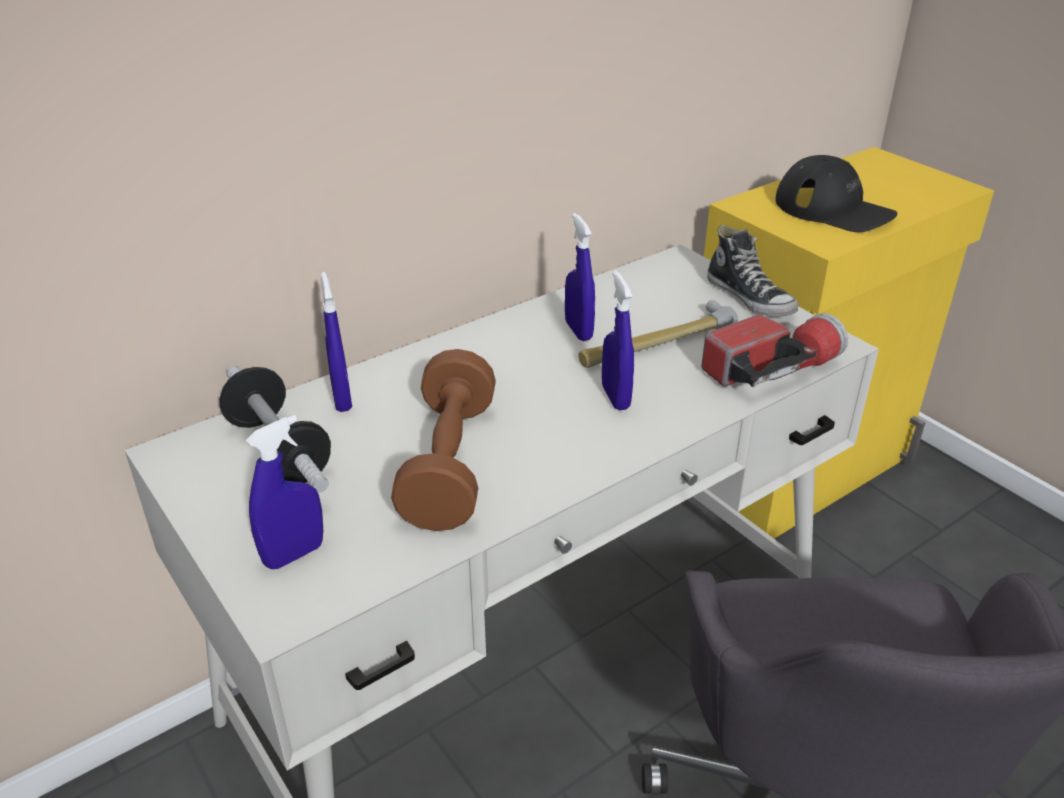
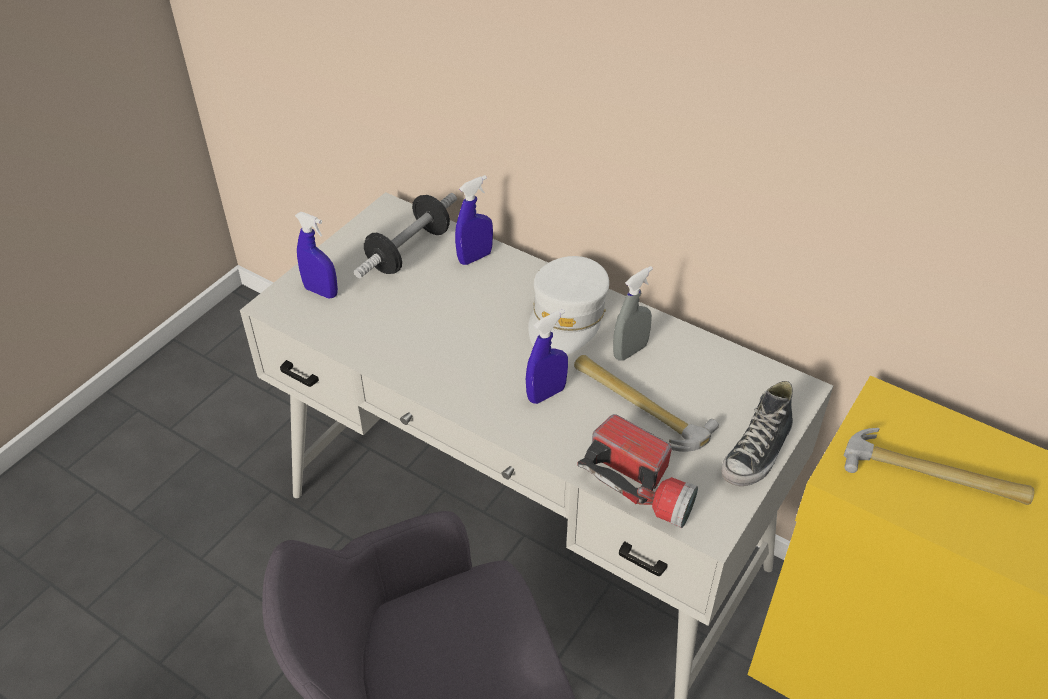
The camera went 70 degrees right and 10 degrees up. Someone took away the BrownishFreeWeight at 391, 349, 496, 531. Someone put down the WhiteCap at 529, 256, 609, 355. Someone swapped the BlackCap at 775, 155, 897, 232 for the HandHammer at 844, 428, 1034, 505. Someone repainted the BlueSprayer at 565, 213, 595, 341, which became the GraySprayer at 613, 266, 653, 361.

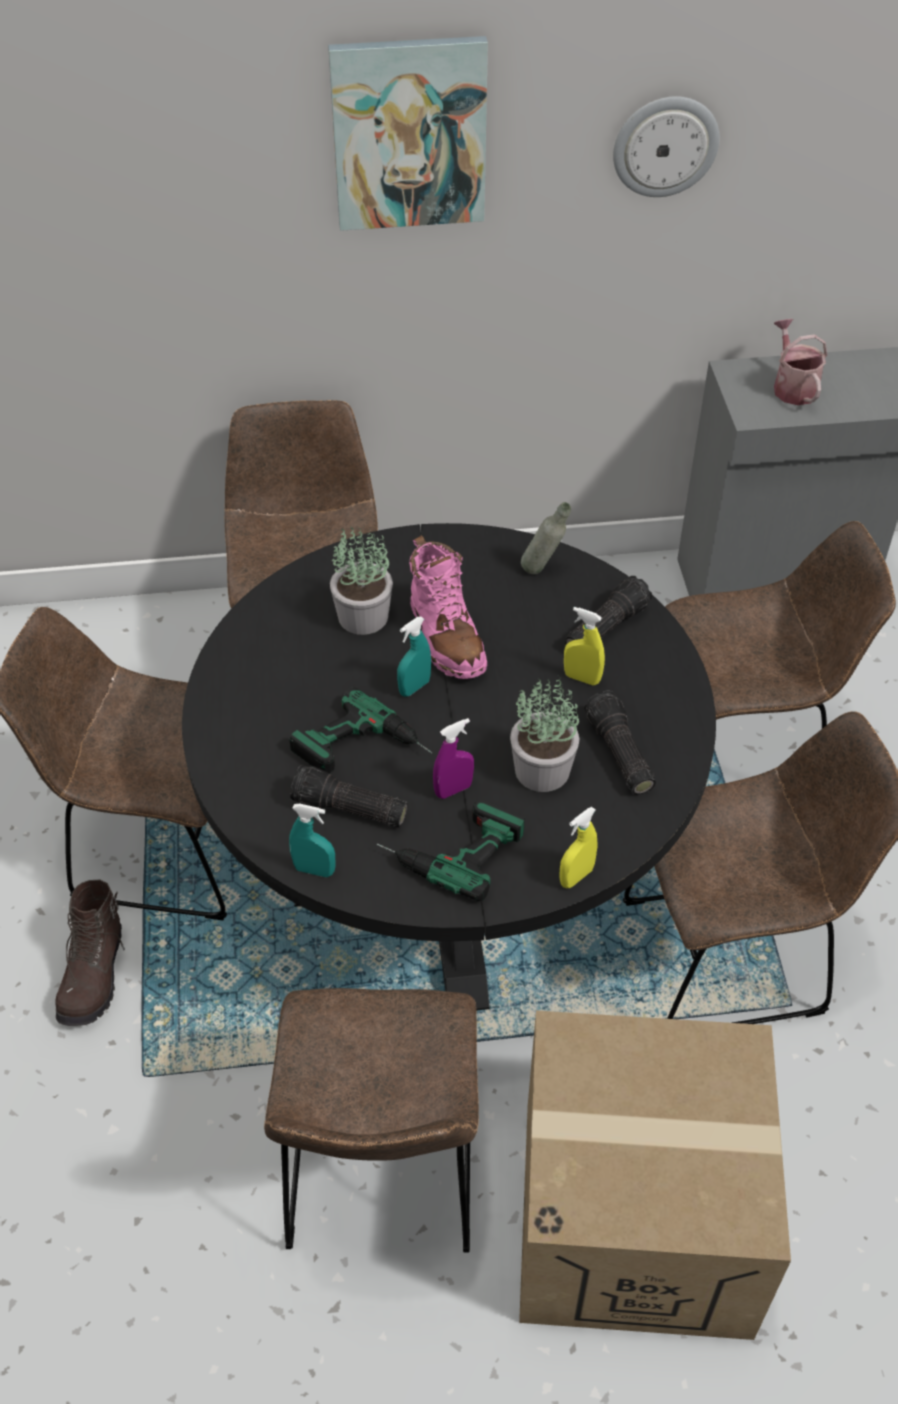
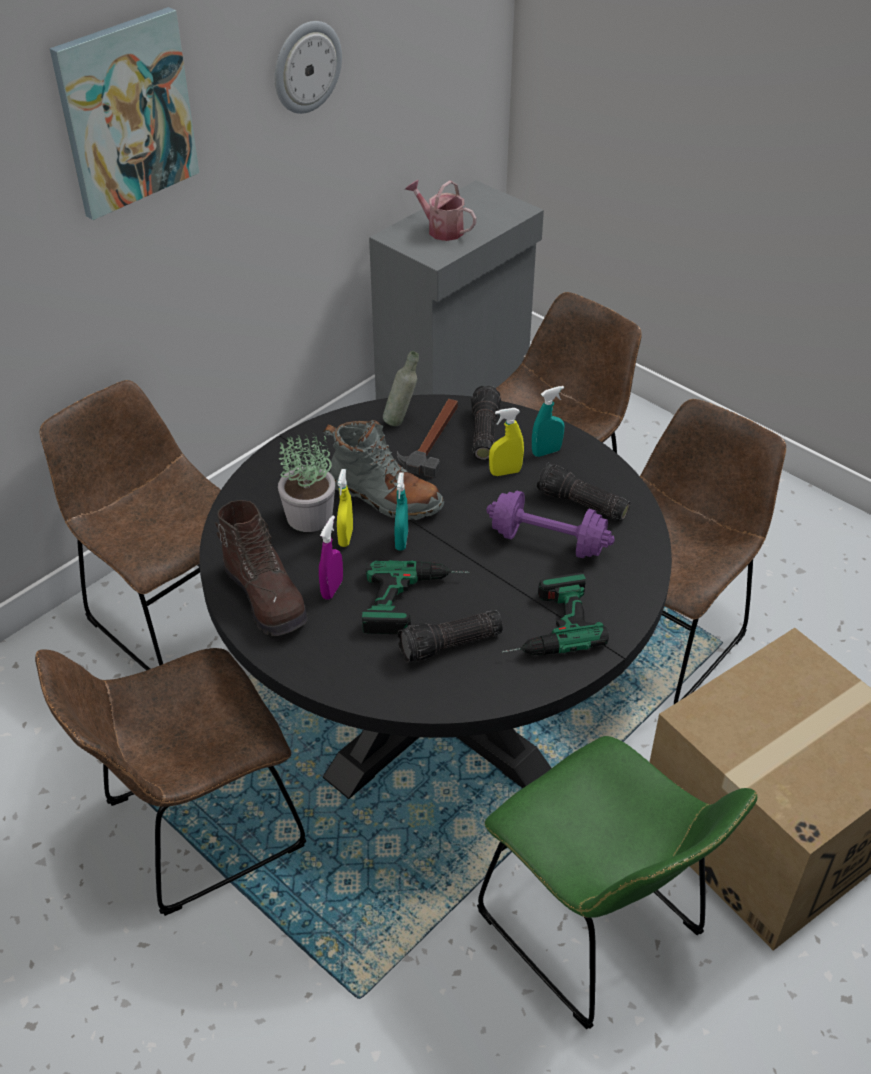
The camera went 40 degrees left and 5 degrees down. Someone put down the HandHammer at 397, 399, 458, 478. Someone carried the BrownishTallBoot from 56, 880, 125, 1026 to 215, 500, 308, 636. Someone carried the TurquoiseColouredSprayer from 289, 804, 336, 877 to 532, 386, 564, 457. Someone carried the PurplishSprayer from 433, 718, 474, 799 to 319, 515, 343, 600. Someone carried the YellowColouredSprayer from 559, 807, 598, 888 to 337, 469, 353, 547. Someone swapped the Houseplant at 510, 675, 580, 792 for the PurplishFreeWeight at 486, 491, 615, 558. Someone repainted the BrownishChair at 264, 988, 479, 1253, which became the GreenColouredChair at 477, 736, 757, 1029. Someone repainted the PinkTallBoot at 409, 535, 487, 679, which became the GrayTallBoot at 323, 420, 444, 520.

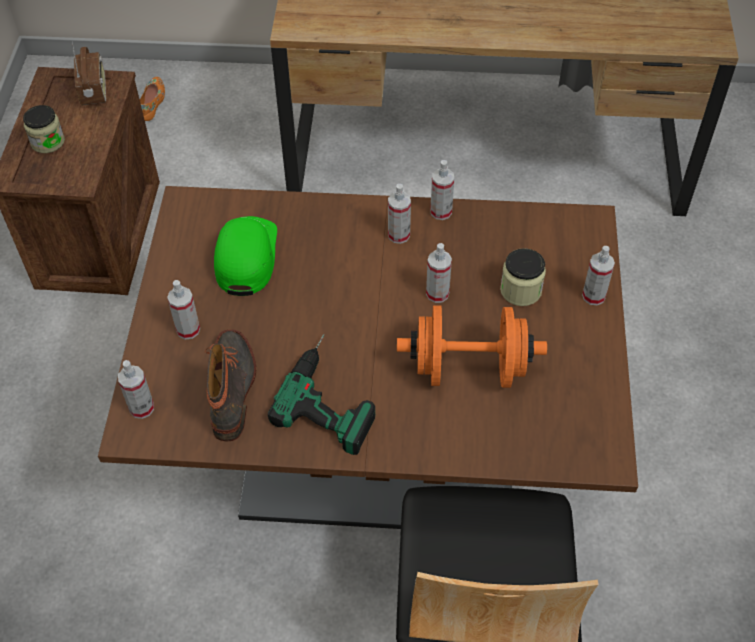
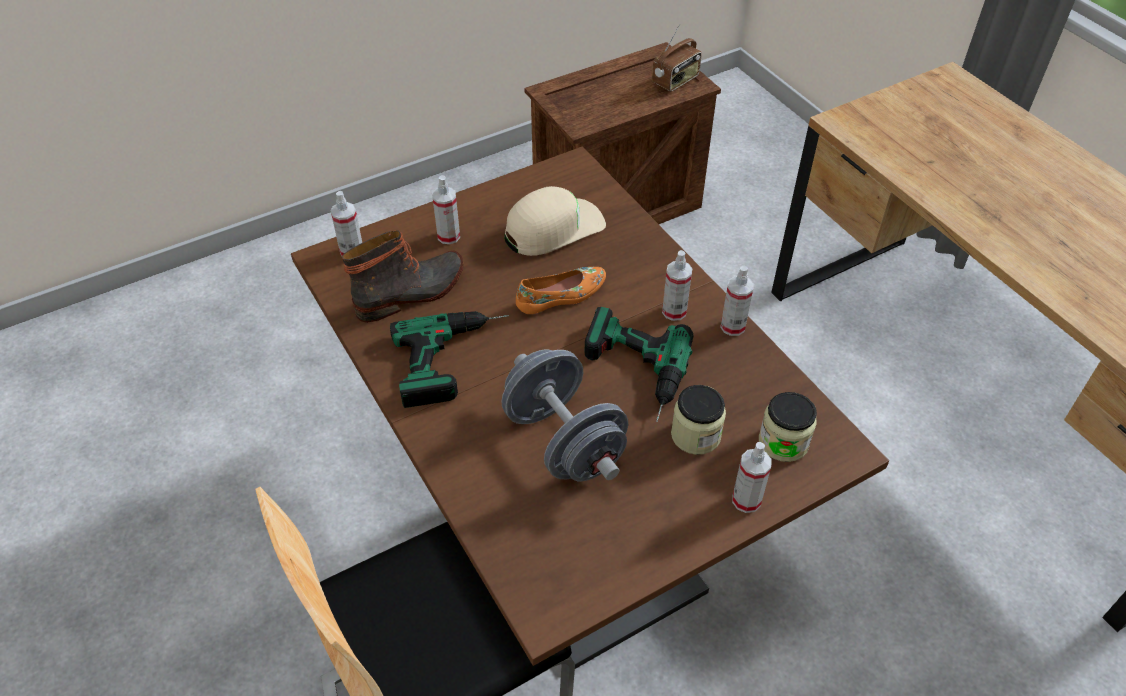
The camera went 55 degrees right and 5 degrees down. Someone carried the PreserveJar from 23, 105, 65, 153 to 759, 392, 817, 462. Someone carried the OrangeColouredItemOfFootwear from 140, 77, 165, 121 to 516, 267, 606, 314. Someone swapped the Sprayer at 426, 243, 452, 303 for the PowerDrill at 584, 307, 693, 422. Someone repainted the GreenColouredCap at 214, 216, 277, 296, which became the BeigeColouredCap at 504, 186, 606, 256. Someone repainted the OrangeColouredFreeWeight at 397, 305, 547, 388, which became the GrayFreeWeight at 501, 350, 628, 481.

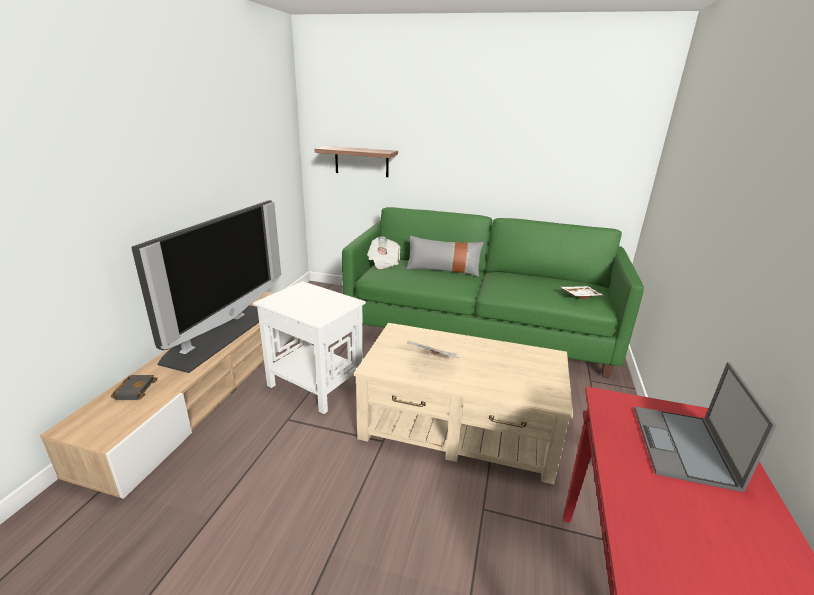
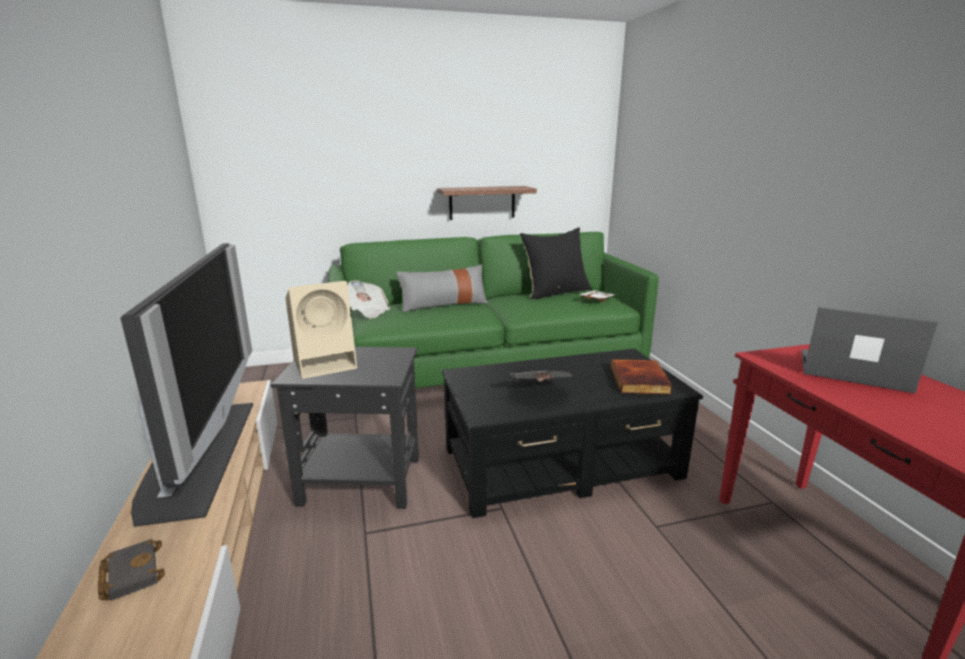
The camera went 30 degrees left and 5 degrees down. Someone put down the BeigeColouredSpeaker at 285, 281, 357, 379. Someone put down the BlackThrowPillow at 520, 227, 592, 300. Someone put down the BoundBook at 610, 359, 673, 395. Someone carried the BracketShelf from 315, 146, 398, 177 to 437, 186, 537, 220. Someone repainted the WhiteEndTable at 253, 281, 366, 414, which became the BlackEndTable at 270, 347, 419, 509. Someone repainted the BeigeColouredCoffeeTable at 354, 323, 573, 484, which became the BlackCoffeeTable at 442, 349, 703, 518. Someone rotated the PortableComputer at 634, 362, 777, 492 by 135 degrees clockwise.

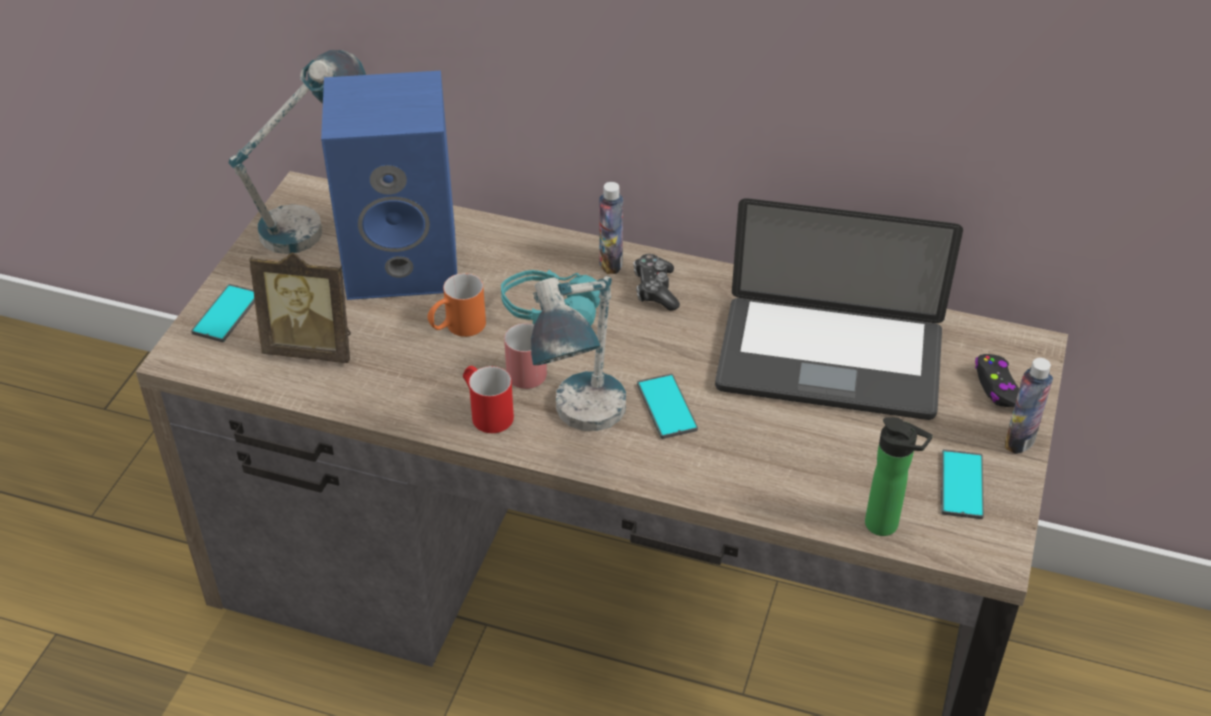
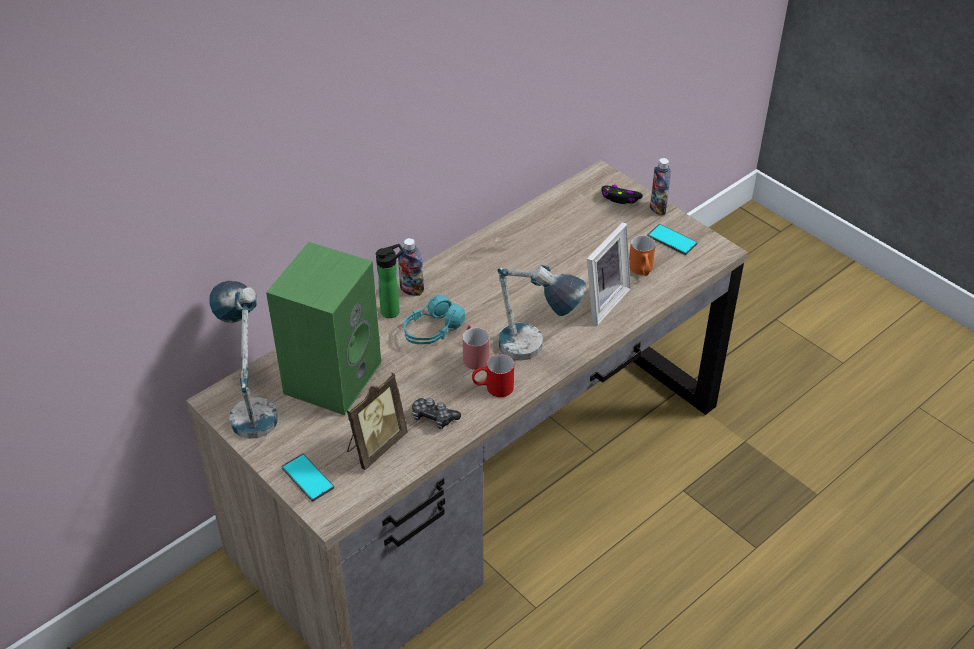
The camera went 60 degrees left and 0 degrees up. Someone took away the Telephone at 637, 374, 698, 439. Someone took away the PortableComputer at 715, 198, 963, 420. Someone put down the StandingFrame at 587, 222, 631, 326. Someone carried the OrangeColouredMug from 427, 273, 486, 337 to 629, 235, 656, 276. Someone carried the Joypad from 633, 254, 680, 311 to 412, 398, 461, 429. Someone carried the Bottle from 865, 417, 933, 536 to 376, 244, 404, 318. Someone repainted the BlueSpeaker at 321, 71, 457, 300, which became the GreenColouredSpeaker at 266, 242, 381, 415.

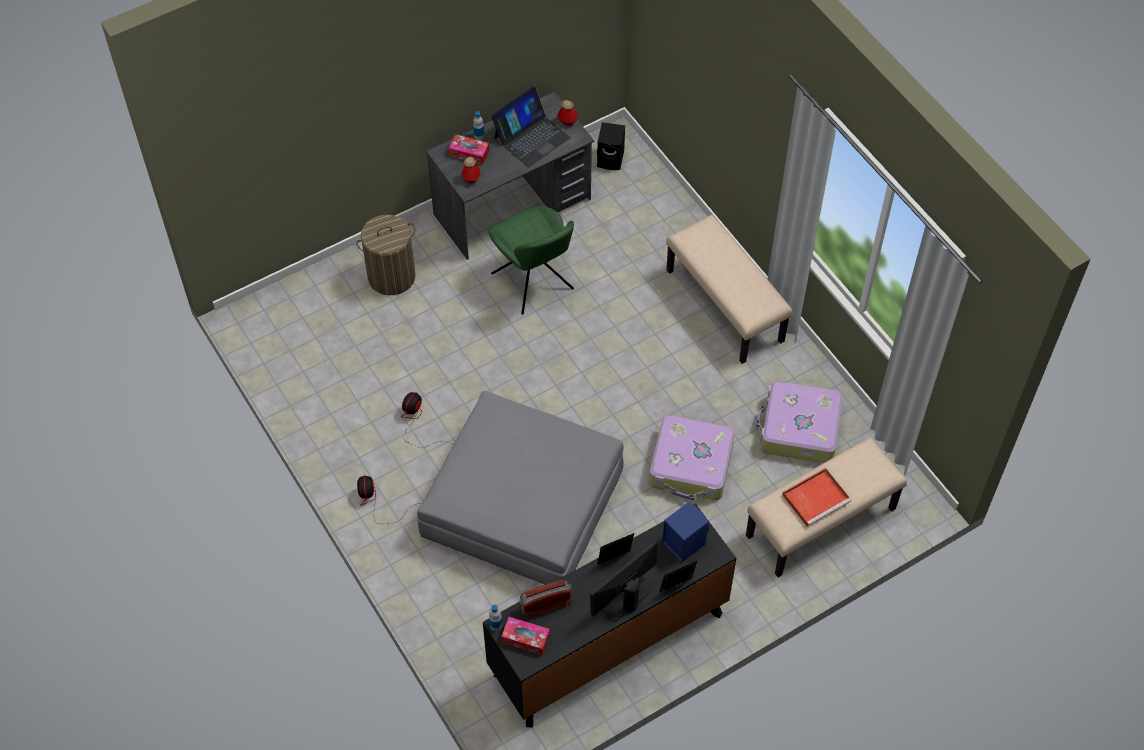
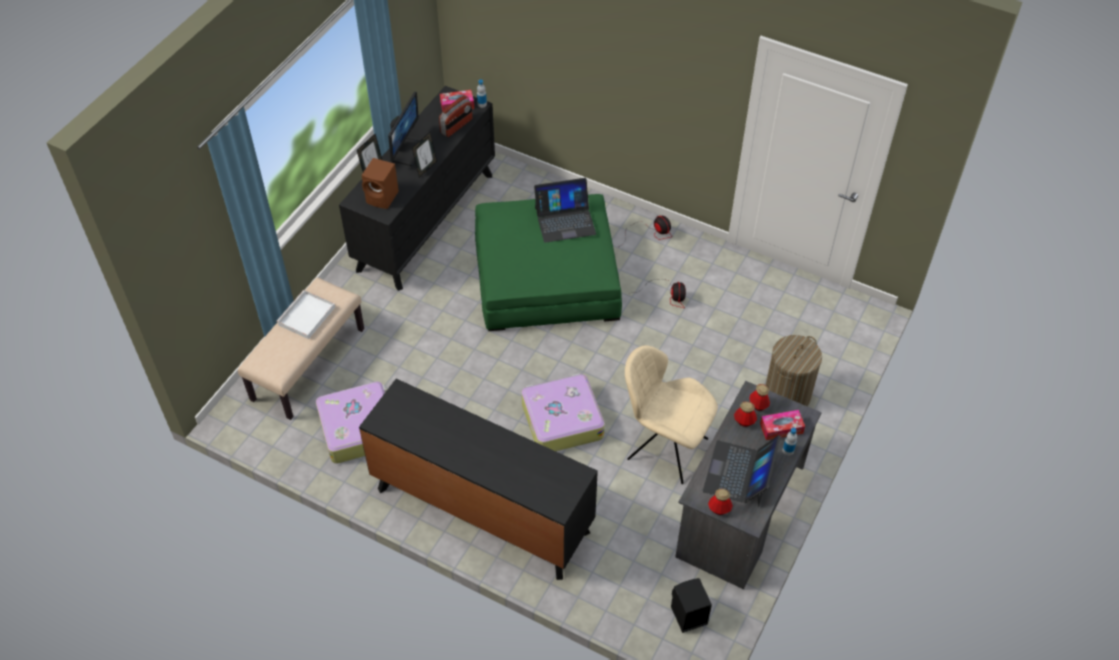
The camera went 150 degrees right and 5 degrees down. Someone put down the PortableComputer at 534, 178, 596, 243. Someone put down the Bottle at 734, 401, 757, 427. Someone carried the TravelCase from 649, 415, 735, 501 to 522, 373, 605, 451. Someone swapped the BeigeColouredLongSeat at 666, 215, 792, 364 for the BlackChestOfDrawers at 359, 379, 598, 580. Someone repainted the GrayOttoman at 417, 391, 624, 585, which became the GreenColouredOttoman at 475, 194, 622, 331. Someone repainted the GreenColouredChair at 488, 205, 574, 315, which became the BeigeColouredChair at 625, 345, 718, 484. Someone repainted the BlueSpeaker at 662, 502, 710, 563, which became the BrownishSpeaker at 362, 158, 399, 209. Someone repainted the RedColouredTray at 782, 468, 851, 527, which became the WhiteTray at 276, 290, 335, 339.

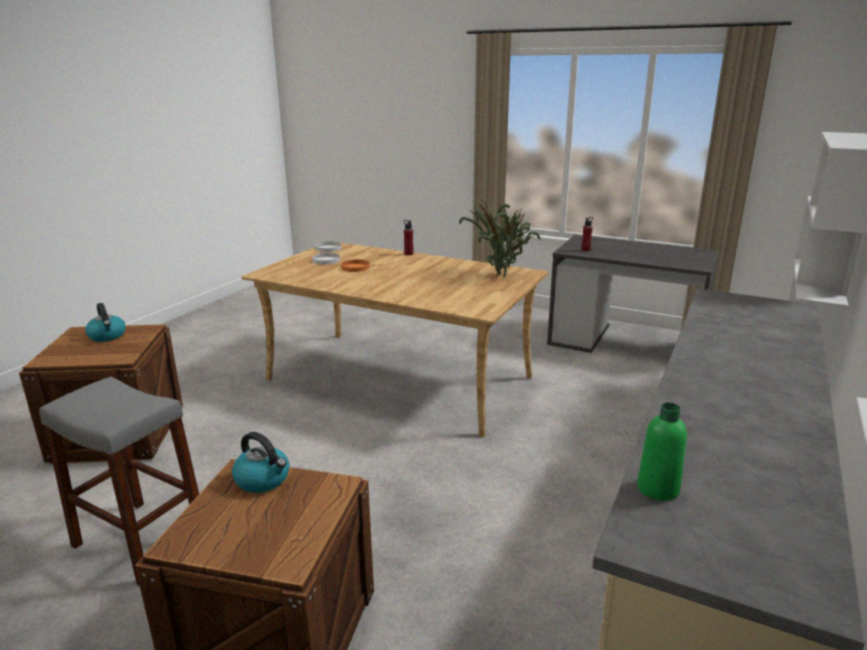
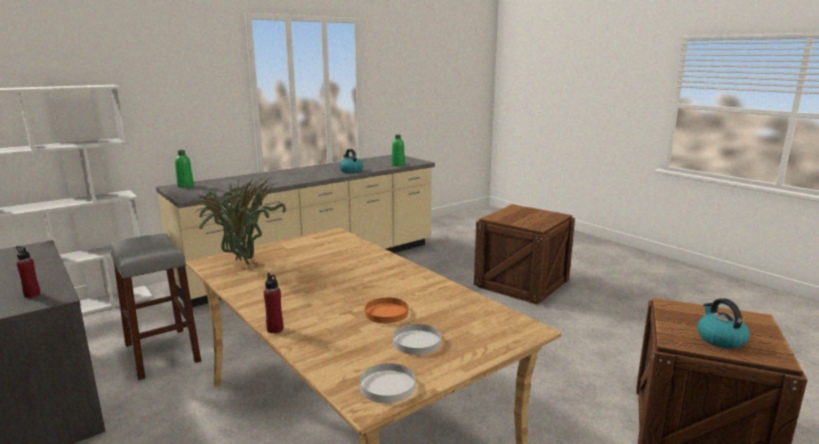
The camera went 155 degrees left and 5 degrees down. Someone put down the GreenColouredBottle at 175, 150, 194, 188. Someone carried the GrayStoolSeat from 39, 377, 199, 585 to 110, 233, 201, 380. Someone carried the Kettle from 232, 432, 289, 493 to 339, 149, 363, 173.

